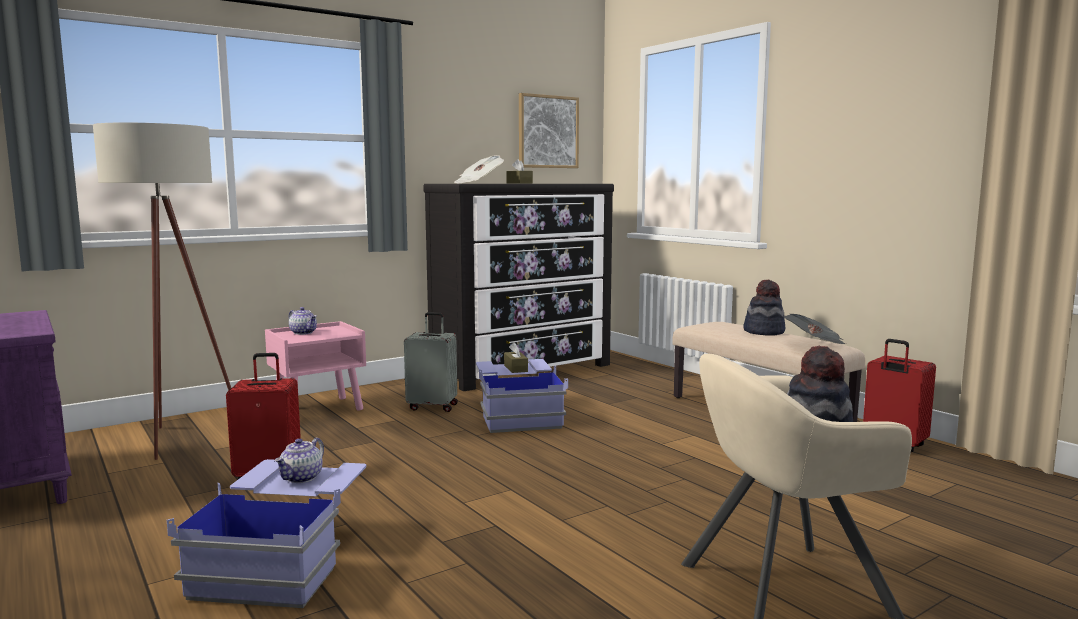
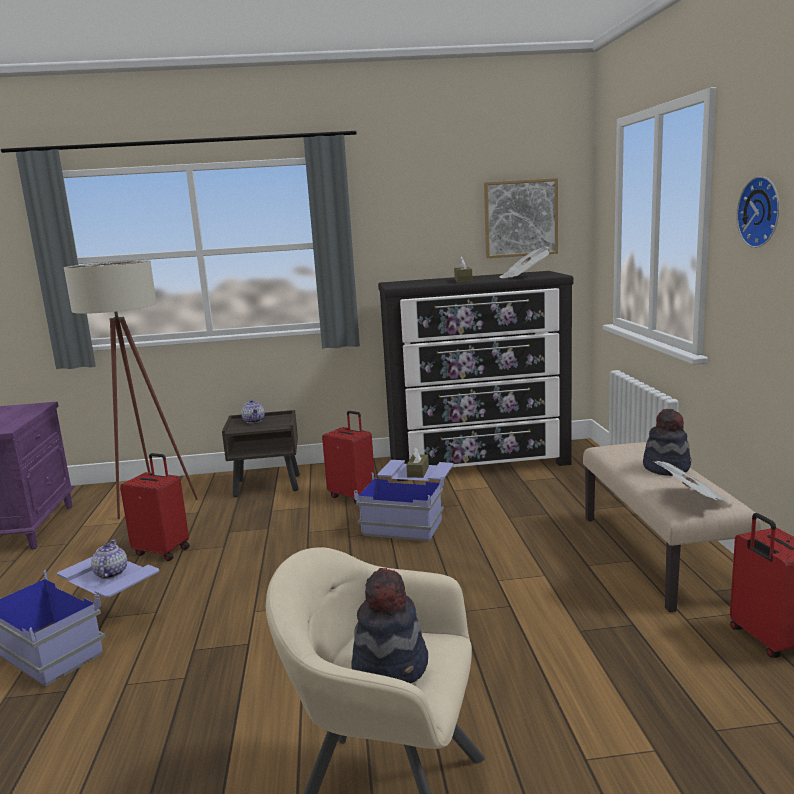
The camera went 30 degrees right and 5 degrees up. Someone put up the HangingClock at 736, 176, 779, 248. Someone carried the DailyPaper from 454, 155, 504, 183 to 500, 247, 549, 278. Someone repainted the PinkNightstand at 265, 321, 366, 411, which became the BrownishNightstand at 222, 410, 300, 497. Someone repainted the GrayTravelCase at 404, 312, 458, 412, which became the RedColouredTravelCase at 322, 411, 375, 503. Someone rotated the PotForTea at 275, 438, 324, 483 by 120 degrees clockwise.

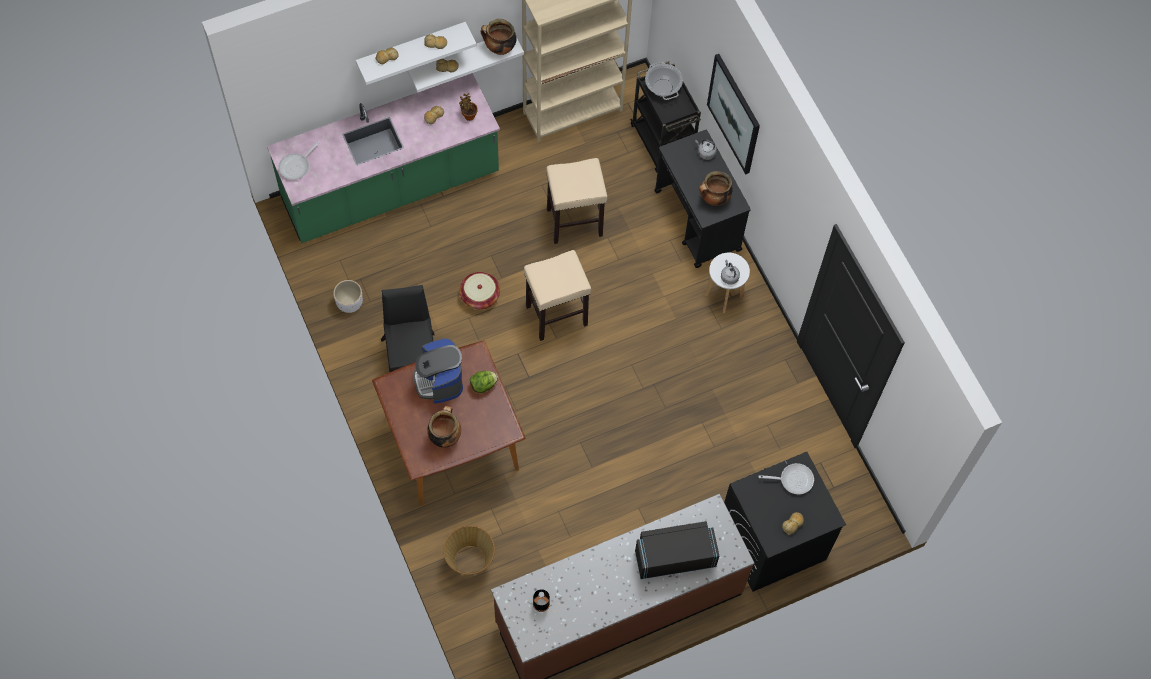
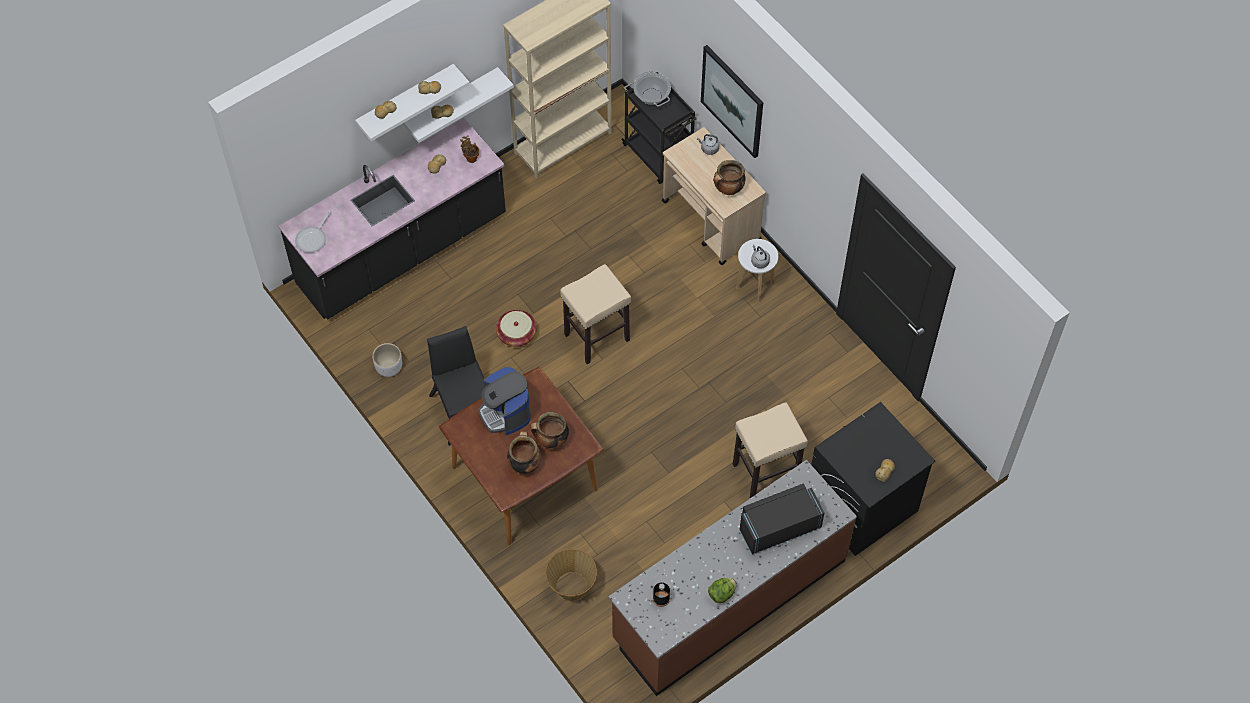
The camera went 10 degrees left and 5 degrees down. Someone took away the FryingPan at 759, 463, 814, 495. Someone carried the LettuceHead from 470, 371, 498, 393 to 708, 578, 737, 603. Someone carried the CookingPot from 481, 19, 517, 55 to 530, 412, 569, 448. Someone carried the BeigeColouredStoolSeat from 546, 158, 607, 244 to 733, 402, 808, 498. Someone repainted the GreenColouredKitchenBaseUnit at 267, 73, 500, 243, which became the BlackKitchenBaseUnit at 278, 118, 506, 320. Someone repainted the BlackTrolley at 654, 130, 751, 268, which became the BeigeColouredTrolley at 662, 127, 766, 265.

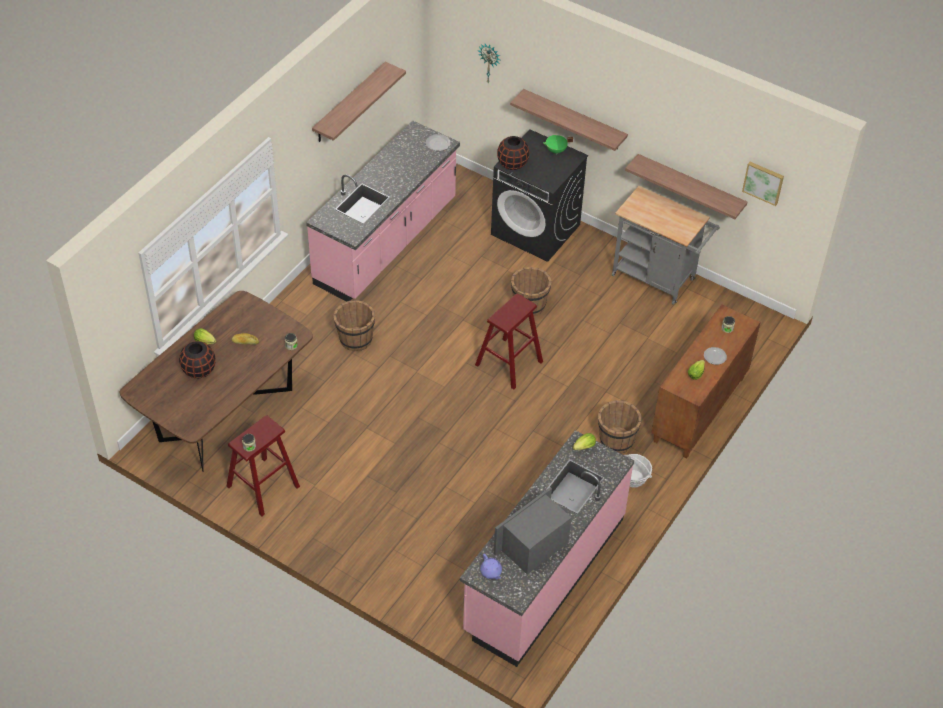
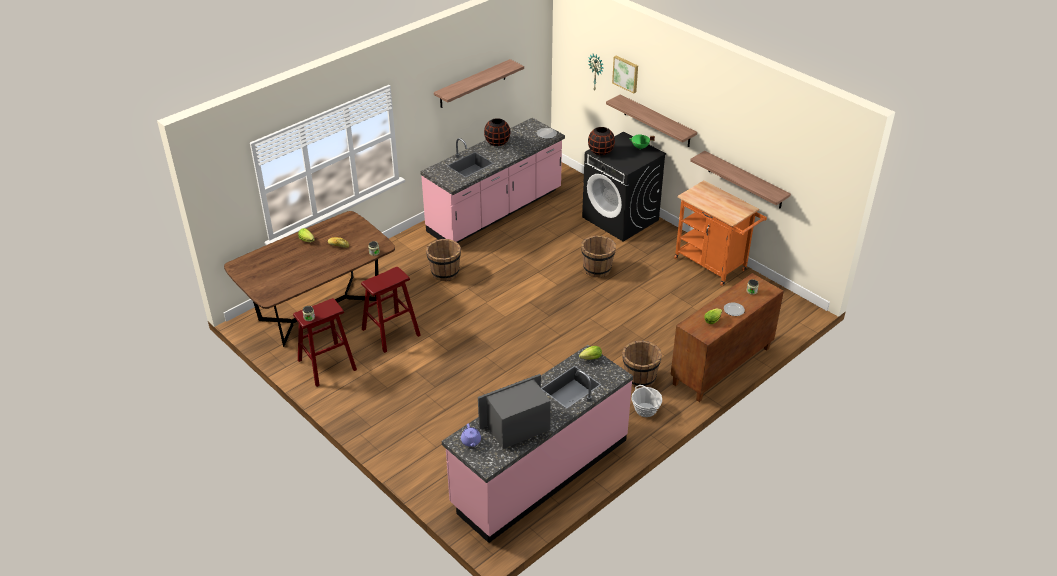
The camera went 15 degrees right and 10 degrees down. Someone carried the BlackVase from 179, 341, 216, 378 to 484, 118, 510, 146. Someone carried the RedColouredStoolSeat from 475, 294, 543, 389 to 361, 267, 421, 353. Someone carried the WallPicture from 742, 162, 784, 206 to 612, 56, 638, 94. Someone repainted the GrayTrolley at 612, 186, 720, 305, which became the OrangeColouredTrolley at 674, 180, 767, 286.

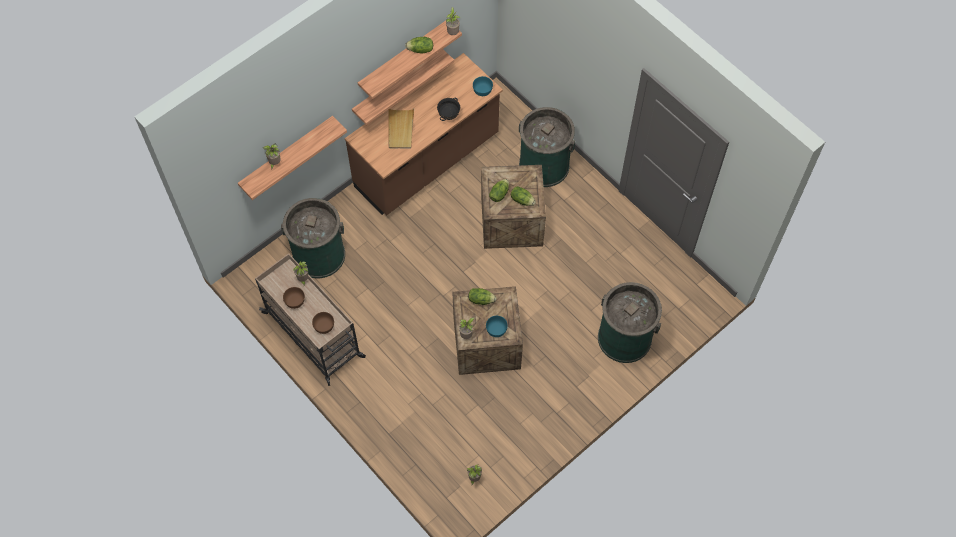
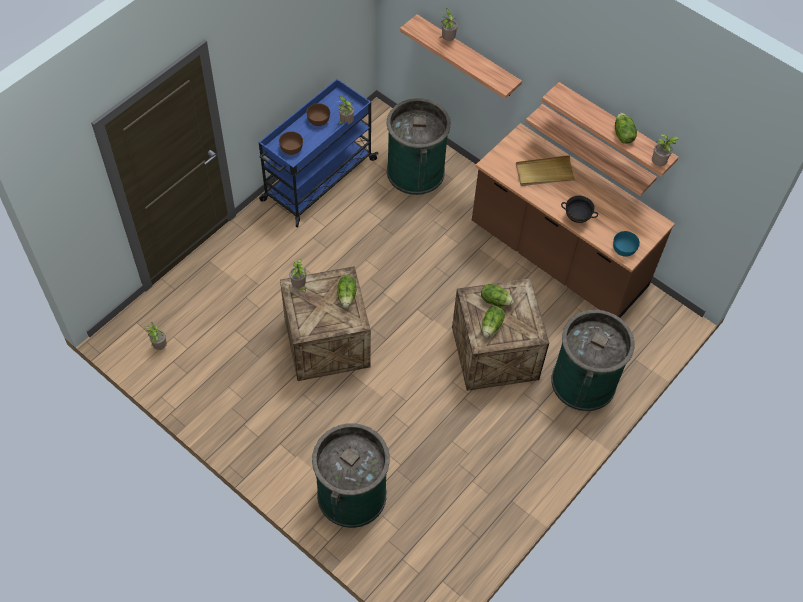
The camera went 80 degrees right and 5 degrees down. Someone took away the TurquoiseColouredBowl at 486, 316, 508, 337. Someone repainted the BeigeColouredTrolley at 255, 253, 366, 386, which became the BlueTrolley at 259, 79, 378, 227.

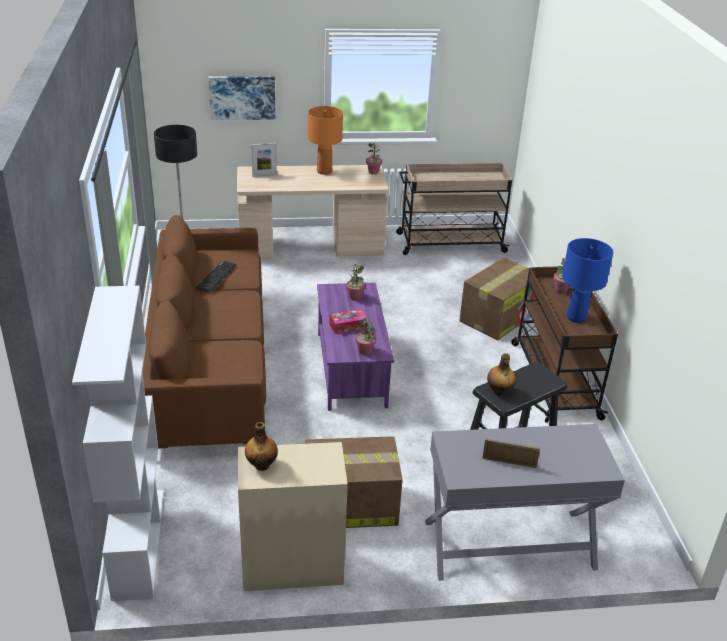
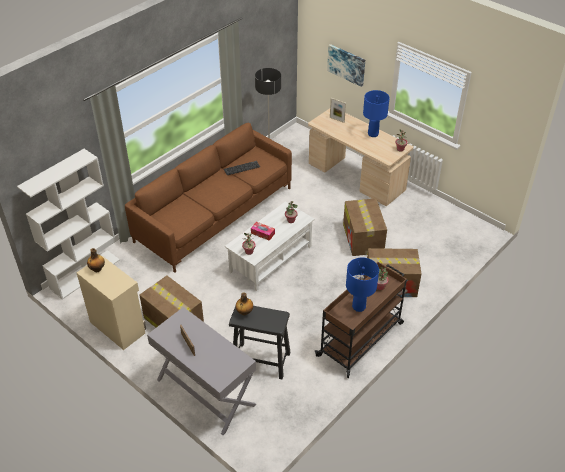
The camera went 50 degrees right and 10 degrees up. Someone took away the BeigeColouredTrolley at 396, 163, 512, 255. Someone put down the PackingBox at 343, 198, 387, 256. Someone repainted the OrangeColouredTableLamp at 308, 106, 343, 175, which became the BlueTableLamp at 363, 90, 390, 137. Someone repainted the PurplishCoffeeTable at 317, 283, 394, 411, which became the WhiteCoffeeTable at 225, 201, 315, 291.

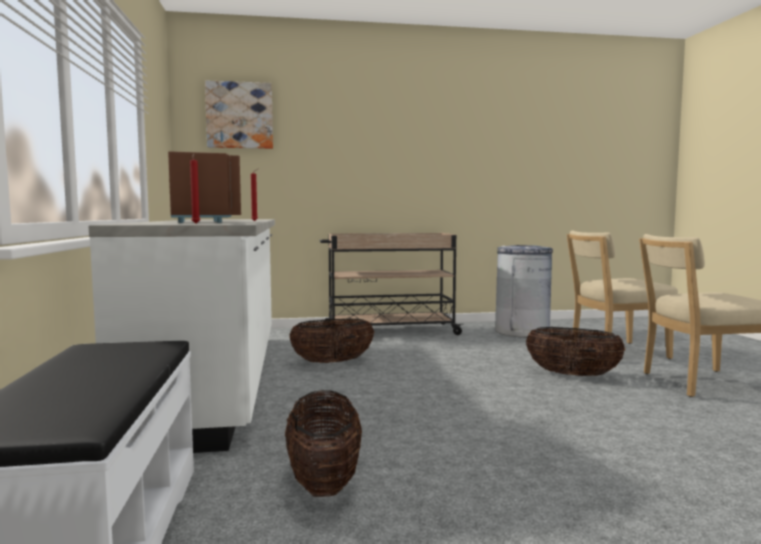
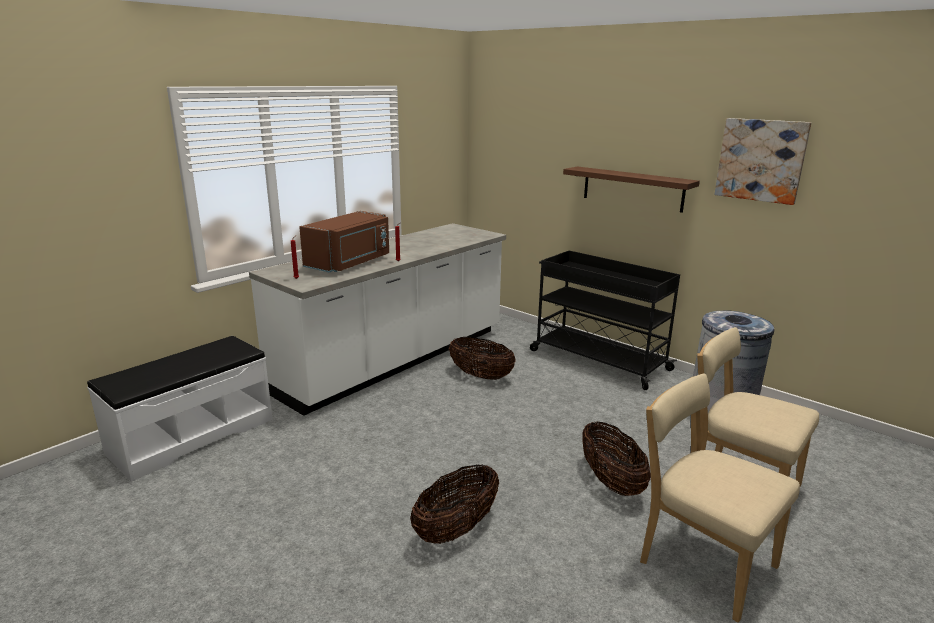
The camera went 50 degrees right and 15 degrees up. Someone put up the BrownishBracketShelf at 563, 166, 700, 213. Someone carried the WallPicture from 205, 80, 273, 149 to 715, 118, 811, 205. Someone carried the HouseholdBasket from 285, 390, 362, 497 to 410, 464, 499, 544. Someone repainted the BeigeColouredTrolley at 319, 233, 463, 339, which became the BlackTrolley at 530, 251, 680, 390.

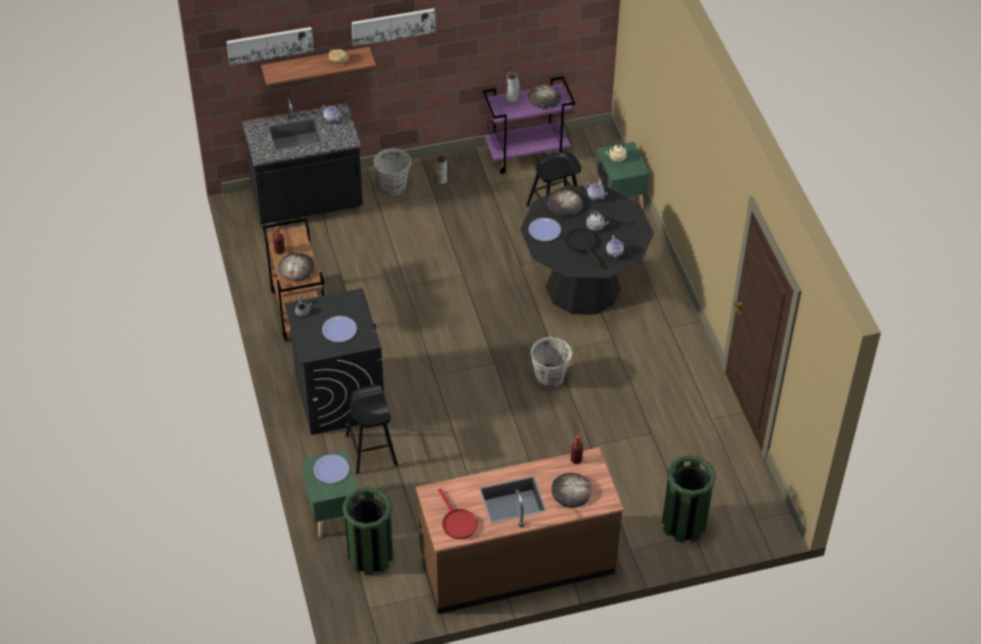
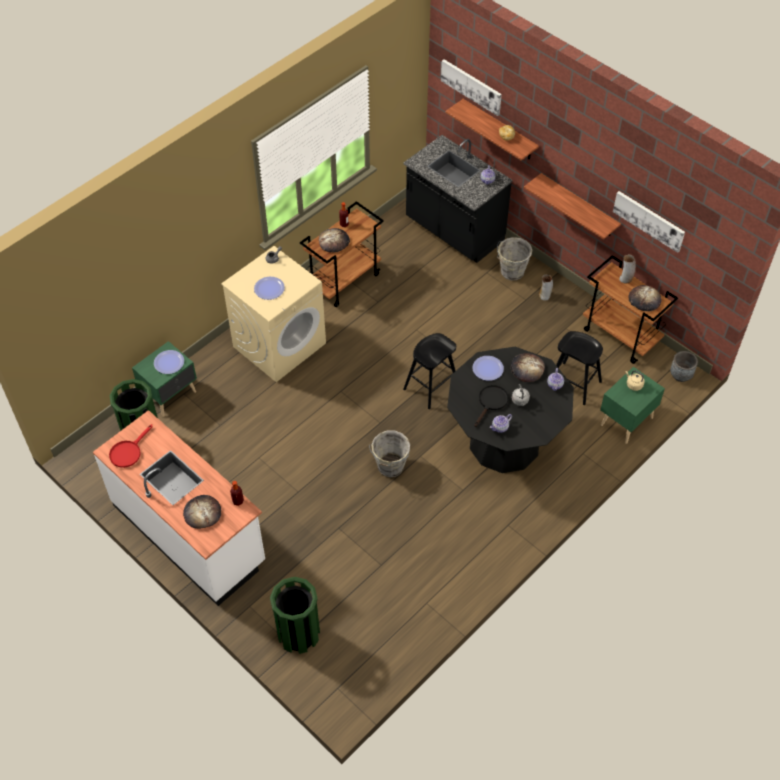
The camera went 60 degrees right and 5 degrees up. Someone put up the BracketShelf at 524, 173, 621, 240. Someone put down the GrayPlantPot at 670, 351, 698, 382. Someone carried the BlackStoolSeat from 346, 385, 398, 474 to 403, 333, 456, 409. Someone carried the WallPicture from 352, 8, 435, 46 to 613, 191, 685, 253. Someone repainted the BlackLaundryMachine at 285, 288, 384, 435, which became the BeigeColouredLaundryMachine at 221, 246, 326, 382. Someone repainted the BrownishKitchenBaseUnit at 416, 447, 624, 614, which became the WhiteKitchenBaseUnit at 93, 410, 265, 606. Someone repainted the PurplishTrolley at 483, 76, 575, 174, which became the BrownishTrolley at 583, 255, 678, 364.

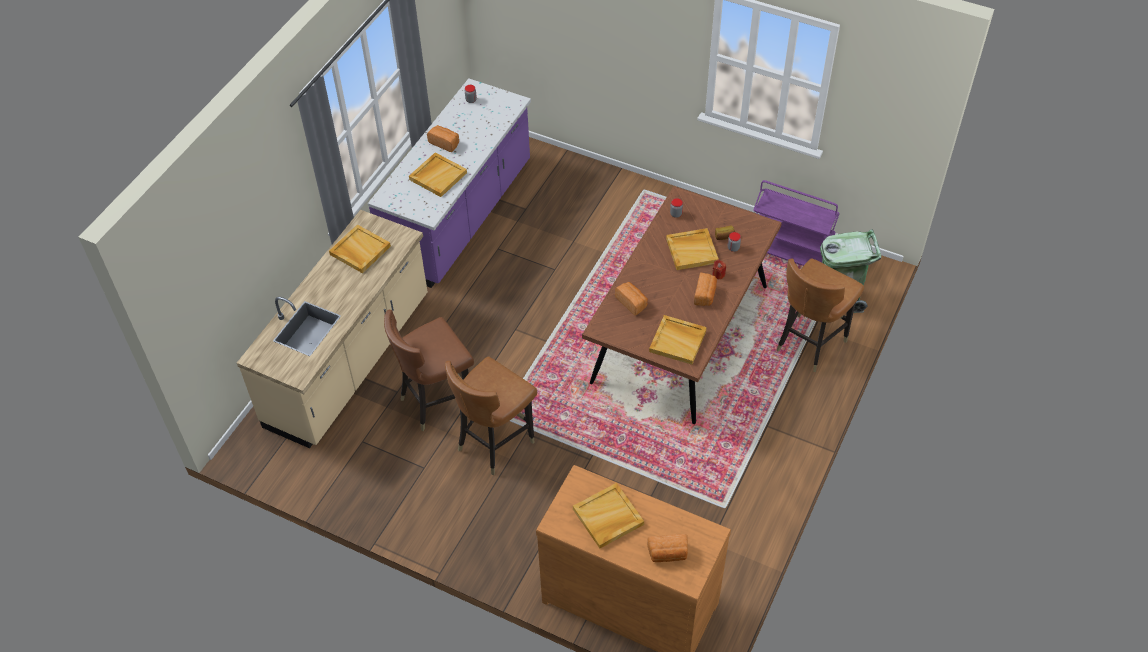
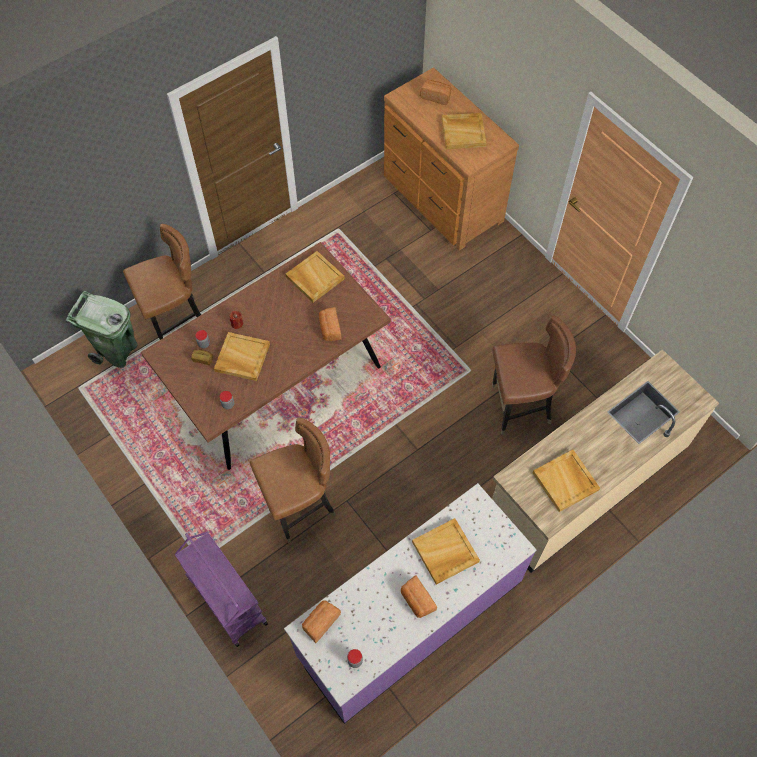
The camera went 155 degrees left and 10 degrees up. Someone carried the BrownishChair from 445, 356, 537, 475 to 250, 417, 336, 543. Someone carried the BakedBread from 694, 272, 717, 306 to 302, 600, 341, 643. Someone carried the PurplishTrolley from 753, 180, 840, 266 to 175, 532, 268, 647.

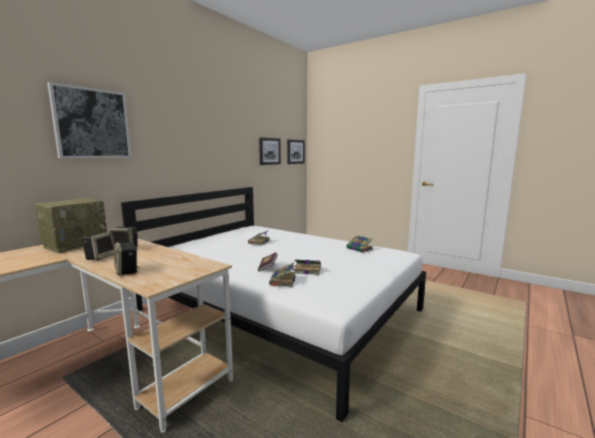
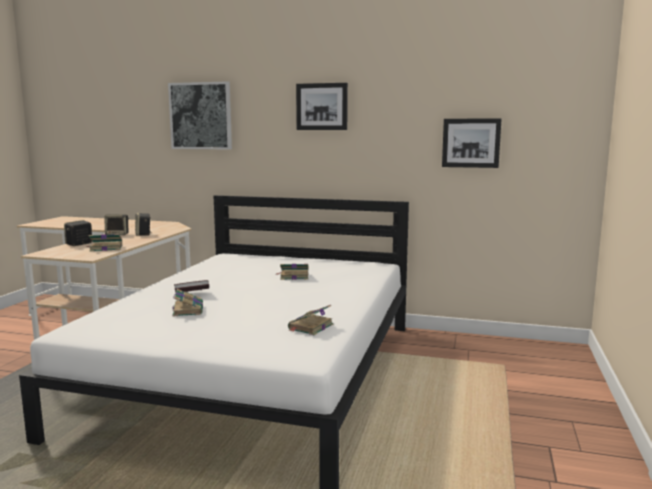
The camera went 70 degrees right and 0 degrees up. Someone took away the RadioReceiver at 35, 198, 107, 253. Someone carried the BoundBook from 269, 262, 296, 287 to 88, 234, 123, 252. Someone carried the WallPicture from 287, 139, 305, 164 to 296, 83, 348, 130.

